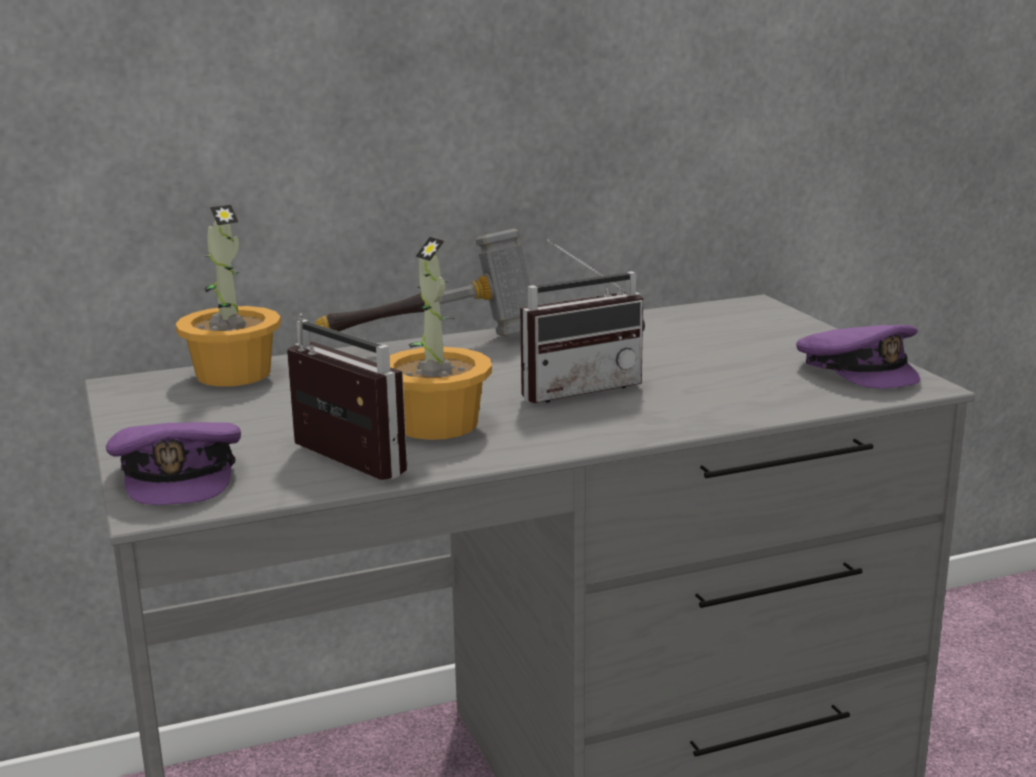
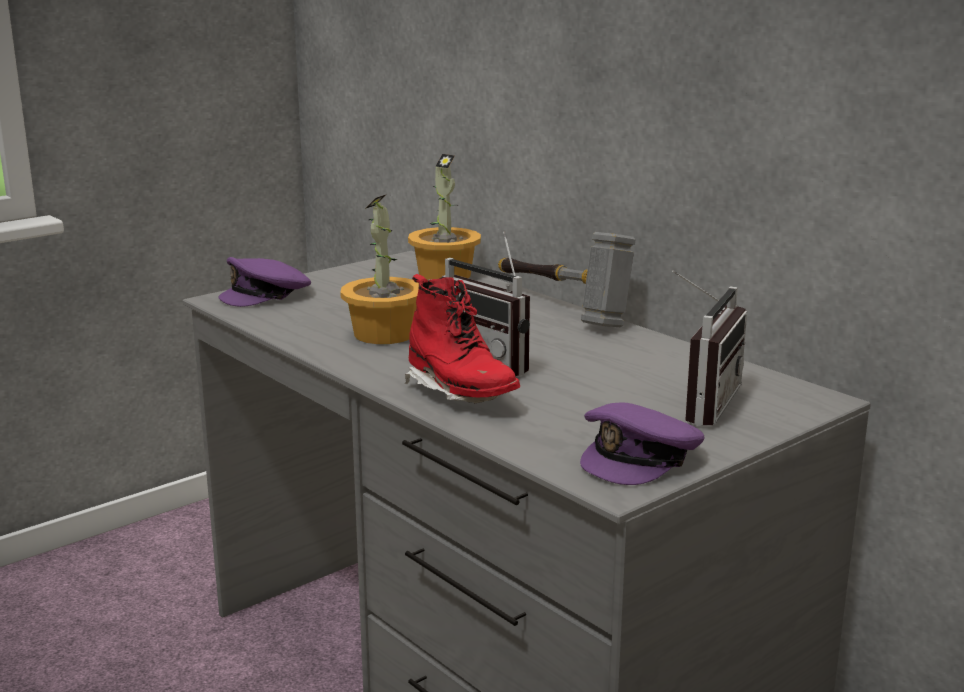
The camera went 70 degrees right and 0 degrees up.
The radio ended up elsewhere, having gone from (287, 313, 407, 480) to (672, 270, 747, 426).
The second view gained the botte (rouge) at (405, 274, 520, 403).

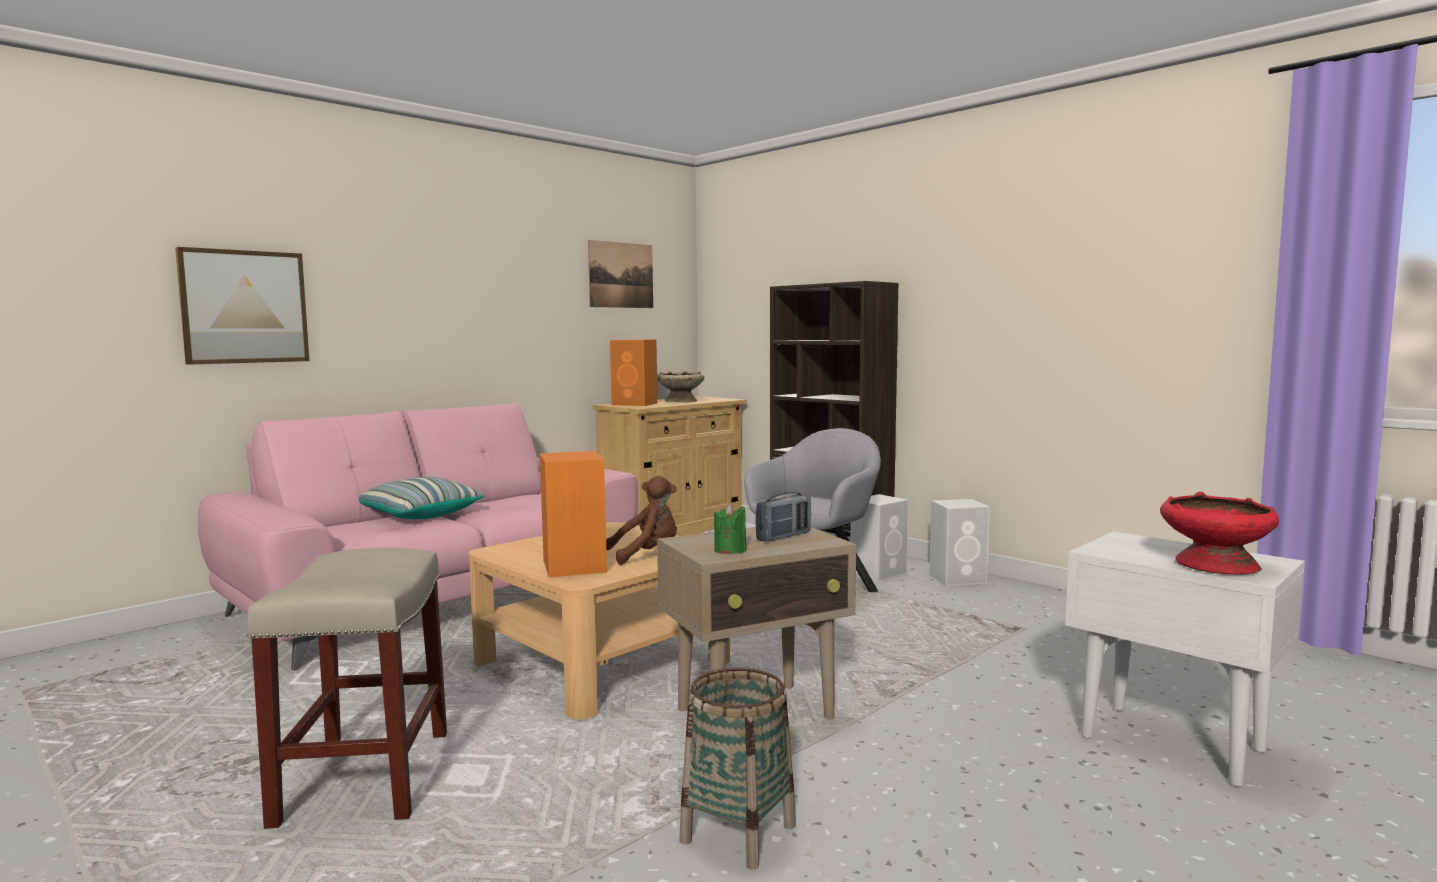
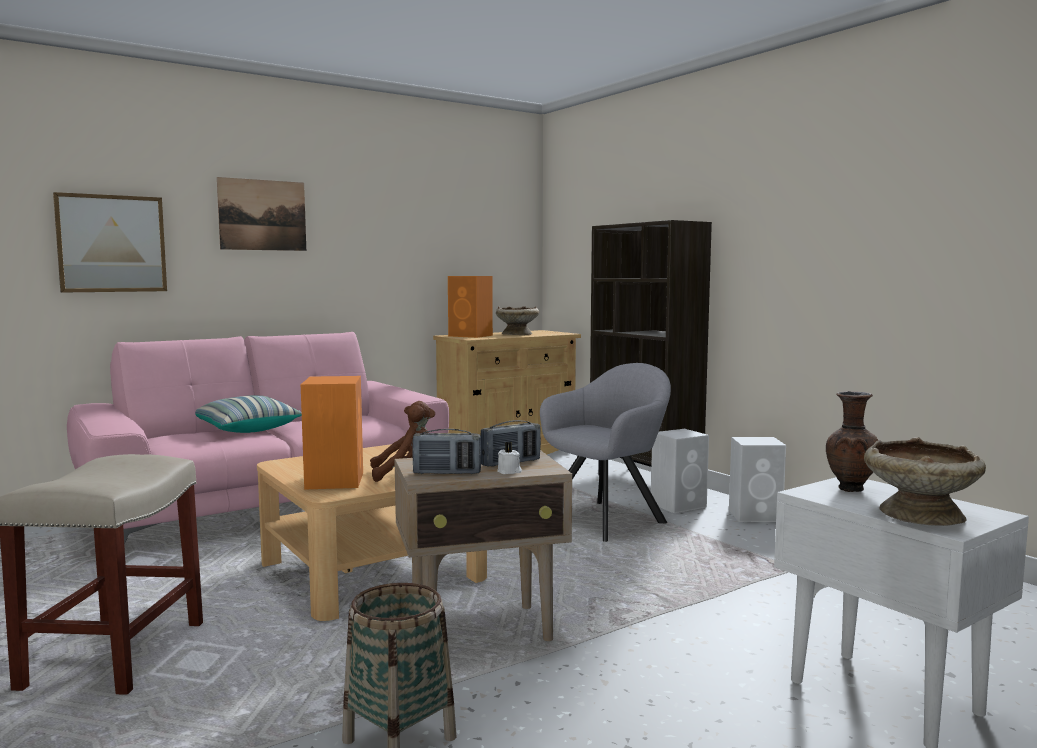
The camera went 10 degrees right and 0 degrees up.
The tableau ended up elsewhere, having gone from (588, 240, 653, 308) to (217, 177, 306, 251).
Where the bougie (vert) stood at (714, 503, 746, 554), the radio came to stand at (412, 429, 481, 474).
What was the bol (rouge) at (1160, 492, 1279, 575) turned into the bol (beige) at (864, 437, 986, 526).
The second view gained the bougie (blanc) at (497, 442, 522, 474).
The second view gained the vase (marron) at (826, 391, 878, 492).

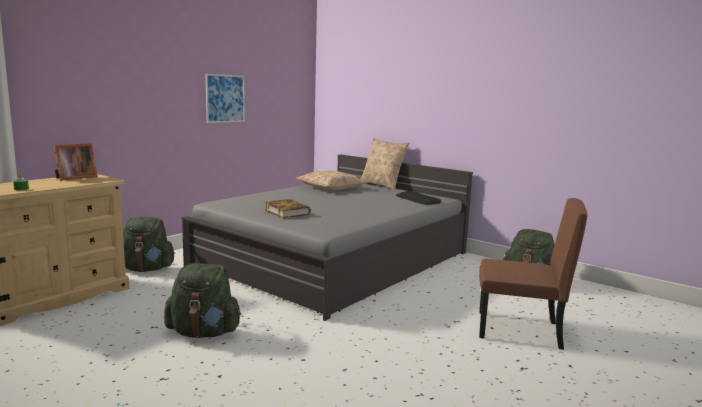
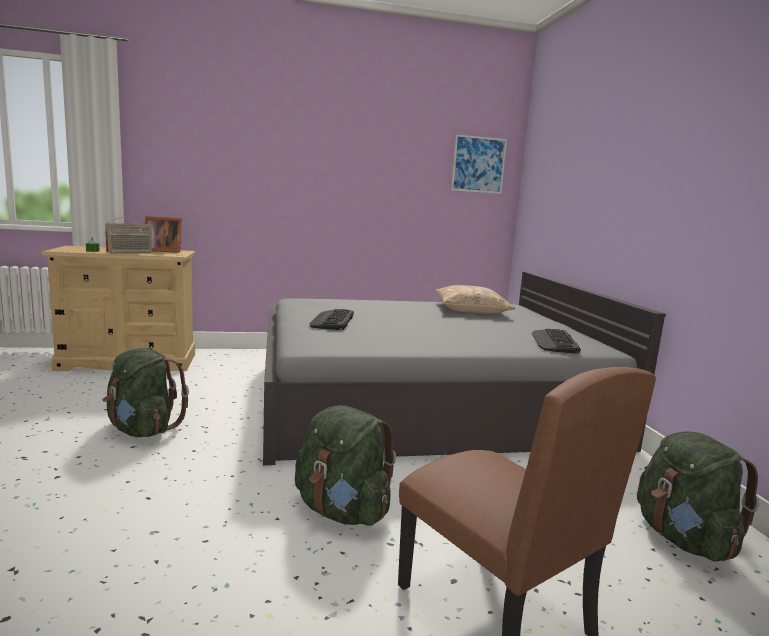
The camera went 40 degrees right and 0 degrees up.
The sac à dos (vert) ended up elsewhere, having gone from (123, 217, 175, 272) to (295, 405, 396, 526).
The tableau ended up elsewhere, having gone from (206, 74, 245, 123) to (451, 134, 507, 194).
Where the livre stood at (264, 199, 311, 218), the clavier came to stand at (309, 309, 354, 330).
The second view lost the coussin (beige) at (361, 138, 409, 190).
The second view gained the radio at (105, 217, 152, 253).

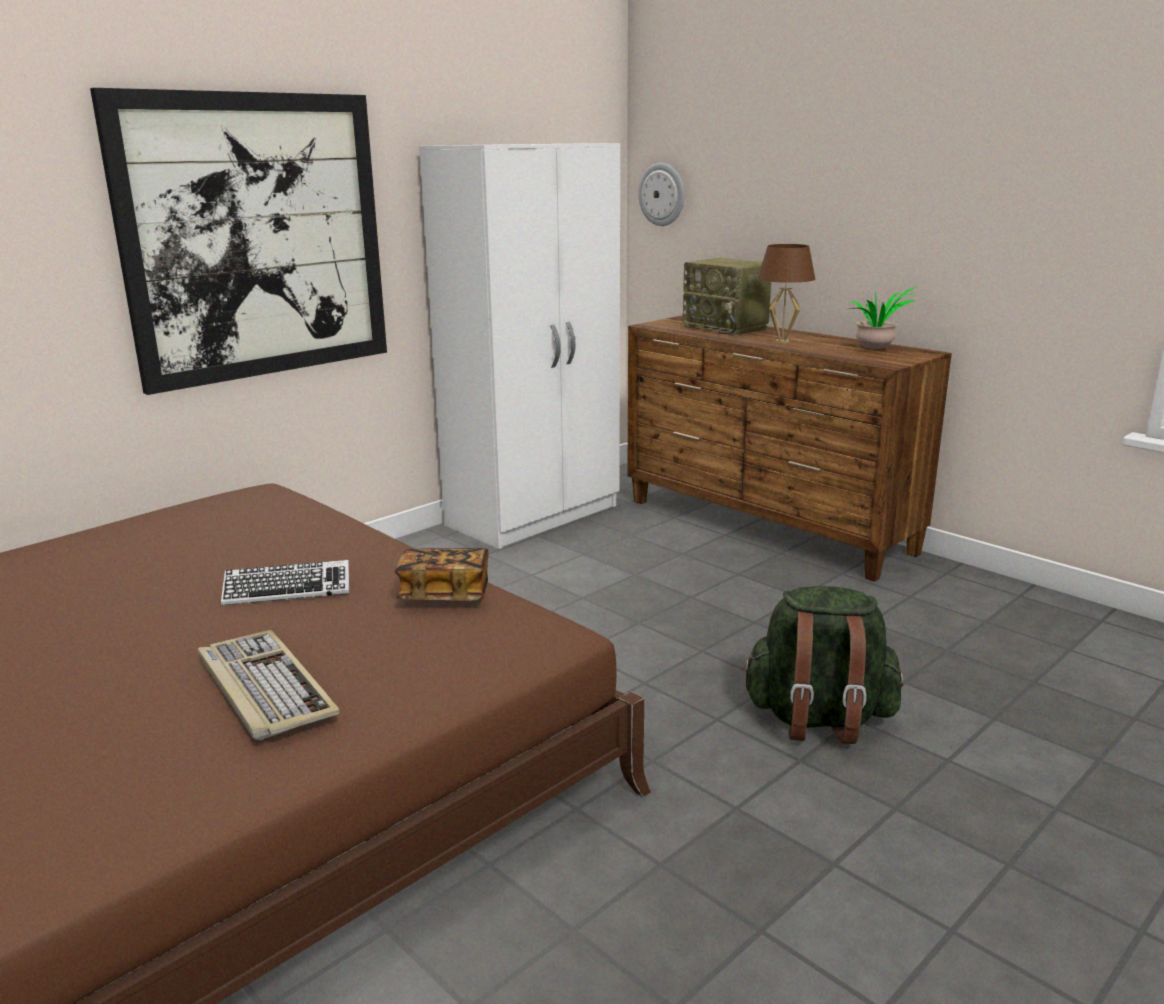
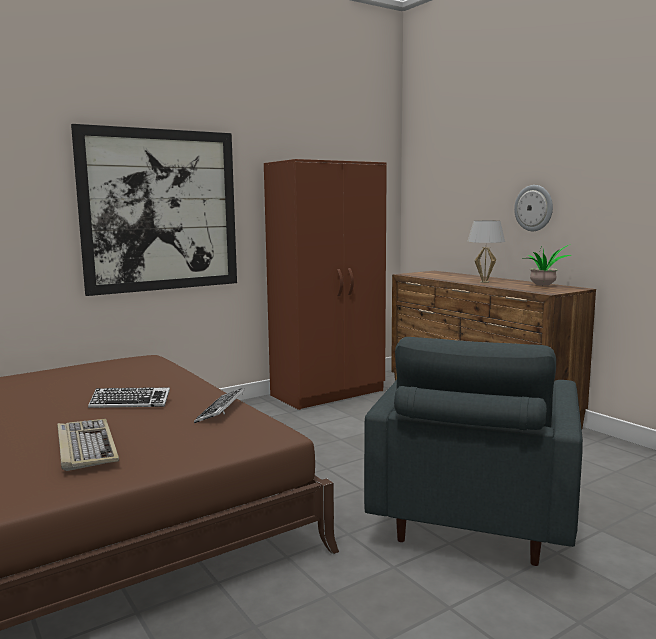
The camera went 10 degrees right and 10 degrees down.
Where the livre stood at (395, 548, 489, 601), the clavier came to stand at (194, 388, 245, 423).
What was the armoire (blanc) at (419, 143, 620, 549) turned into the armoire (marron) at (264, 159, 387, 410).
The horloge murale ended up elsewhere, having gone from (638, 163, 684, 226) to (514, 185, 553, 231).
The second view lost the radio at (683, 258, 771, 336).
Where the sac à dos (vert) stood at (742, 586, 903, 744), the fauteuil (gris) came to stand at (364, 337, 583, 566).
What was the lampe de table (marron) at (758, 244, 815, 343) turned into the lampe de table (blanc) at (467, 221, 505, 283).

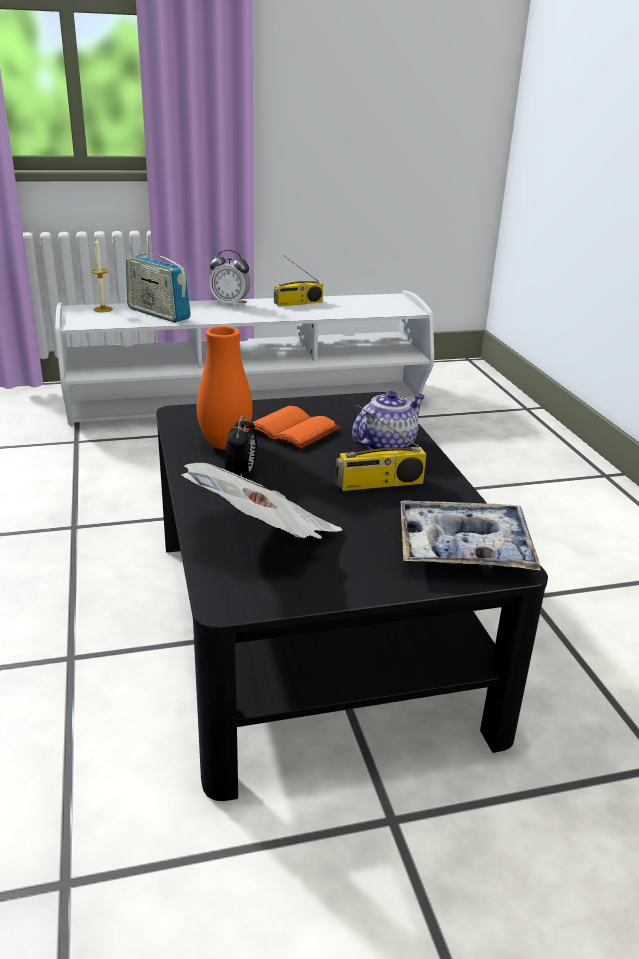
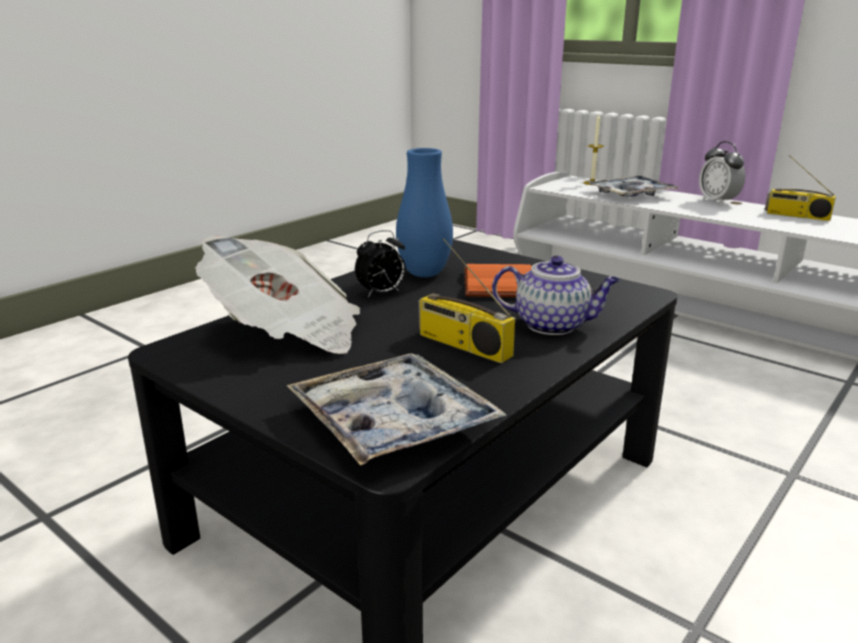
The camera went 55 degrees right and 5 degrees down.
Where the radio stood at (126, 246, 191, 323), the plateau came to stand at (588, 176, 680, 197).
What was the vase (orange) at (197, 326, 253, 450) turned into the vase (bleu) at (396, 148, 453, 277).

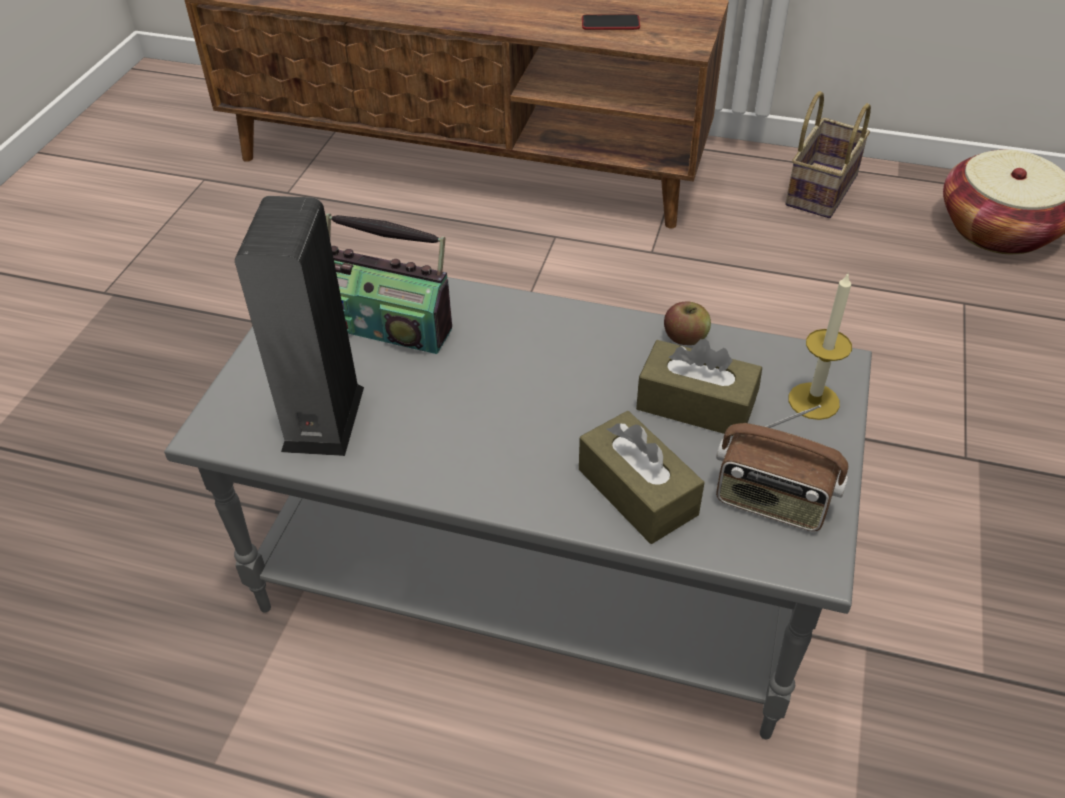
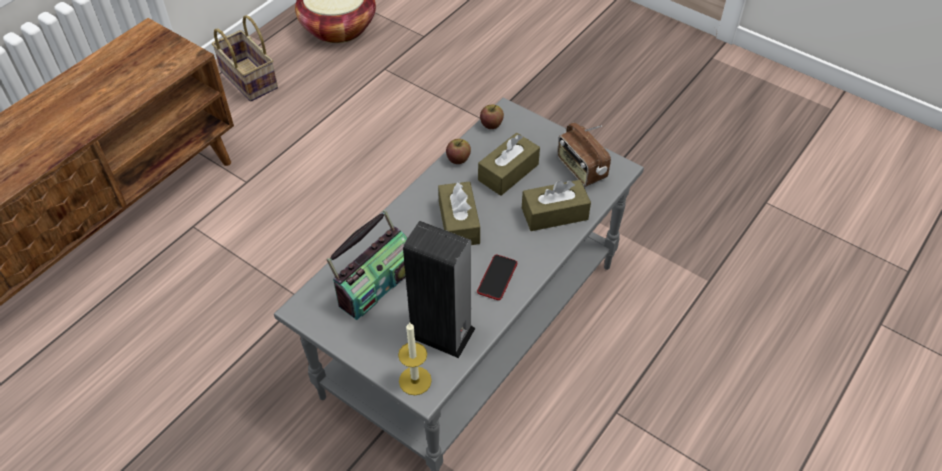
The camera went 70 degrees left and 5 degrees up.
The téléphone ended up elsewhere, having gone from (582, 14, 640, 30) to (477, 255, 517, 300).
The radio at (716, 405, 848, 531) ended up facing another way, 105 degrees clockwise from before.
The bougie ended up elsewhere, having gone from (788, 272, 852, 420) to (398, 322, 432, 395).
The second view gained the boîte à mouchoirs (marron) at (438, 181, 480, 245).
The second view gained the pomme at (480, 105, 504, 129).

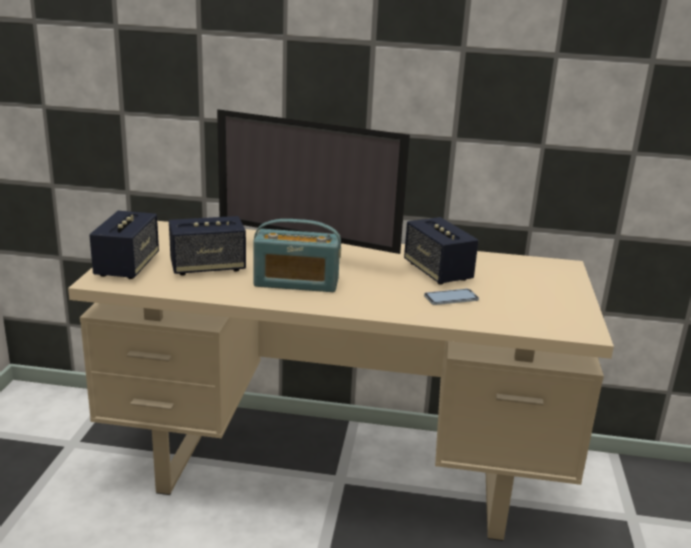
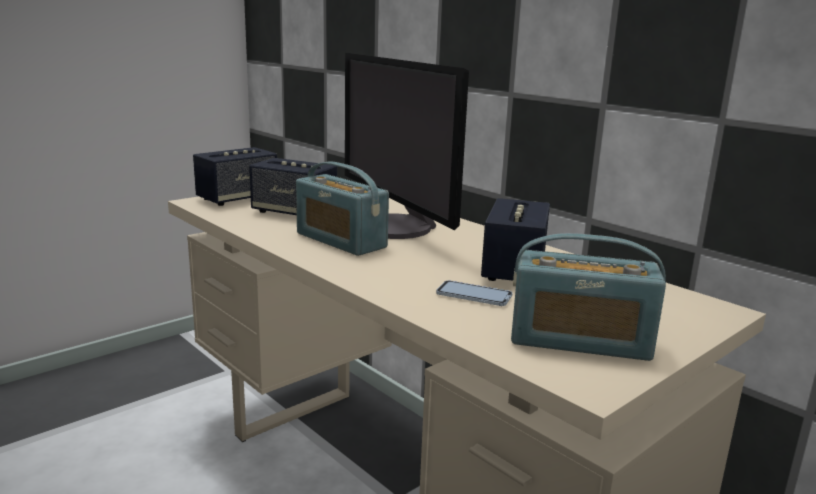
The camera went 40 degrees right and 5 degrees down.
The second view gained the radio at (511, 233, 666, 361).

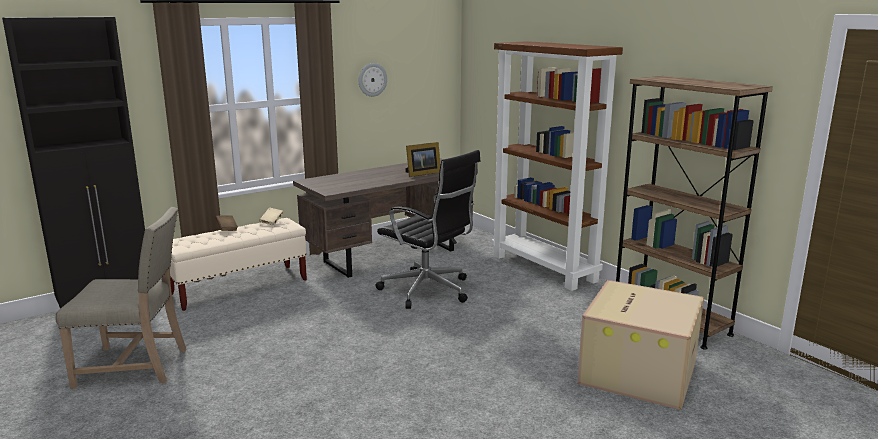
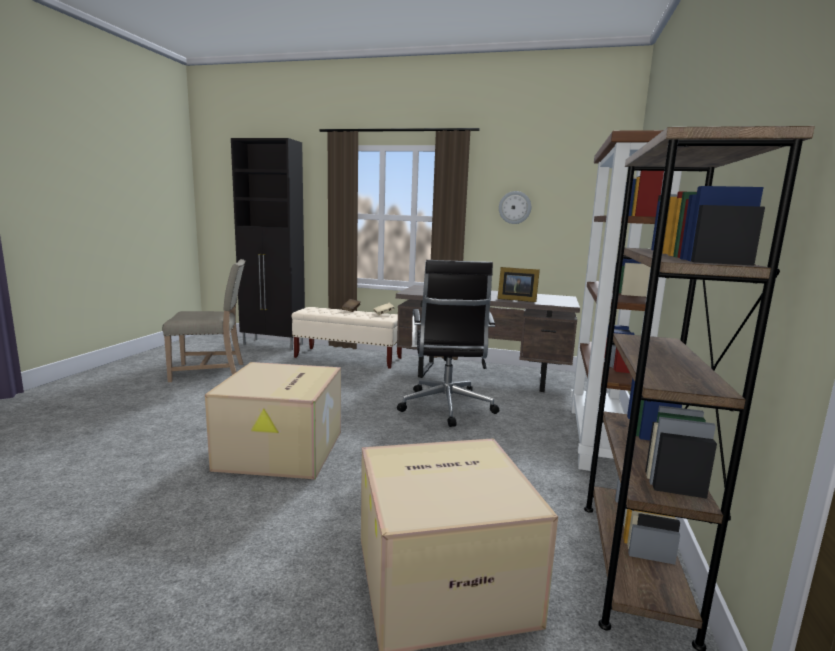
The camera went 50 degrees right and 5 degrees down.
The chaise (beige) at (55, 207, 187, 389) ended up facing another way, 60 degrees counterclockwise from before.
The second view gained the carton at (205, 362, 341, 479).

